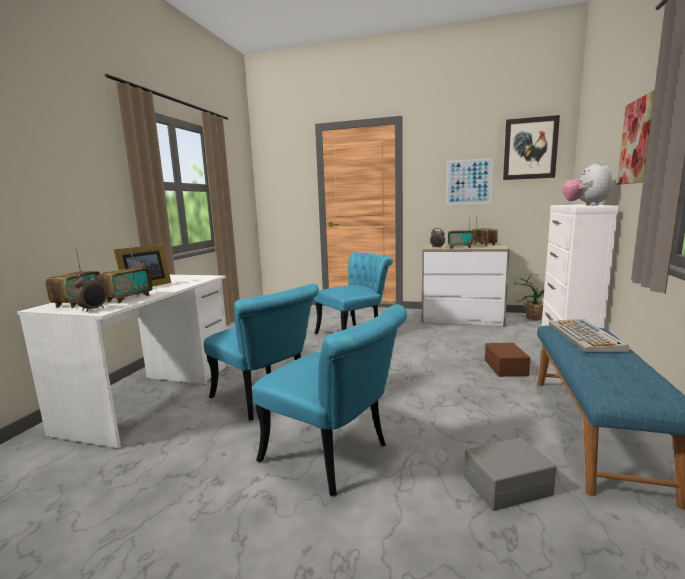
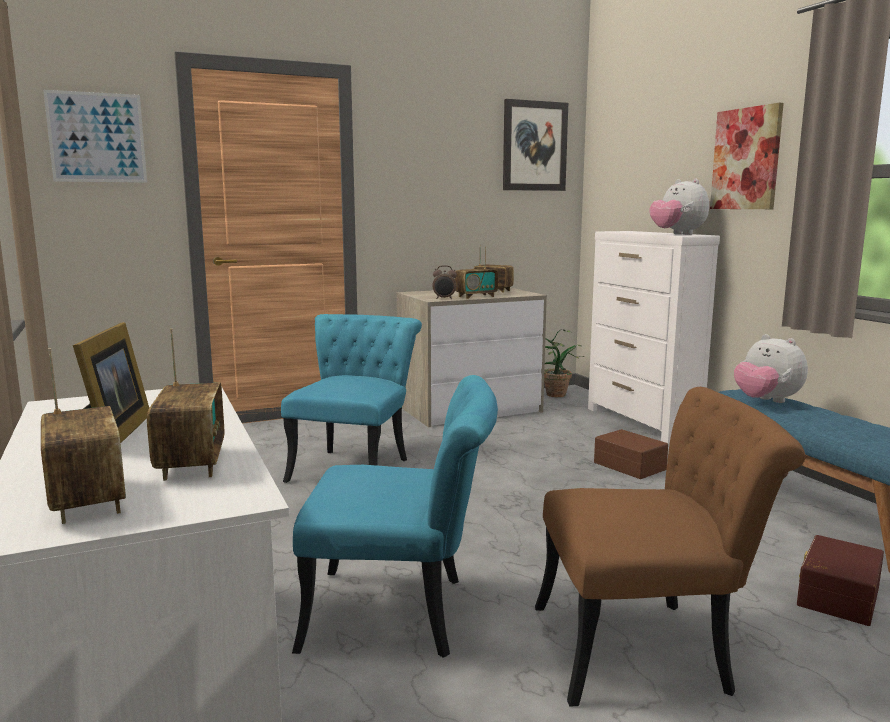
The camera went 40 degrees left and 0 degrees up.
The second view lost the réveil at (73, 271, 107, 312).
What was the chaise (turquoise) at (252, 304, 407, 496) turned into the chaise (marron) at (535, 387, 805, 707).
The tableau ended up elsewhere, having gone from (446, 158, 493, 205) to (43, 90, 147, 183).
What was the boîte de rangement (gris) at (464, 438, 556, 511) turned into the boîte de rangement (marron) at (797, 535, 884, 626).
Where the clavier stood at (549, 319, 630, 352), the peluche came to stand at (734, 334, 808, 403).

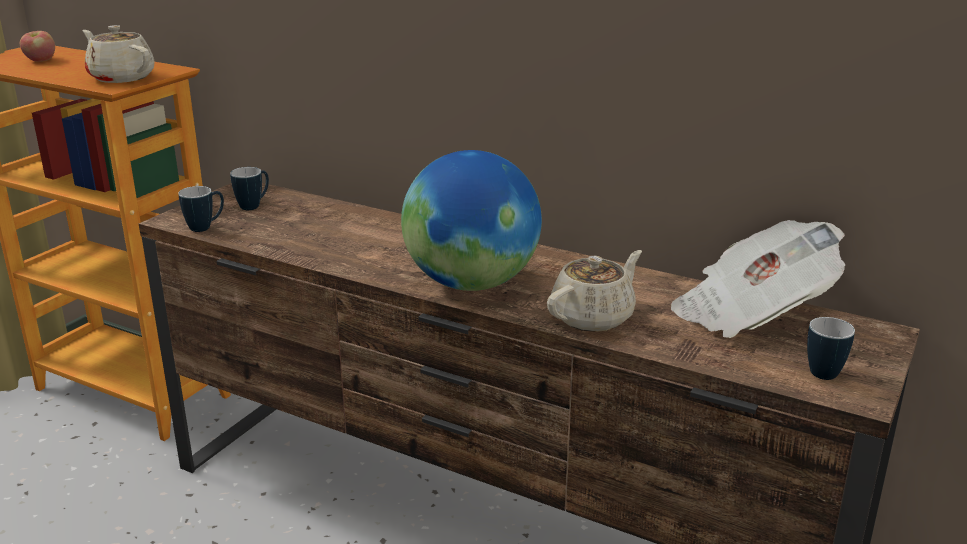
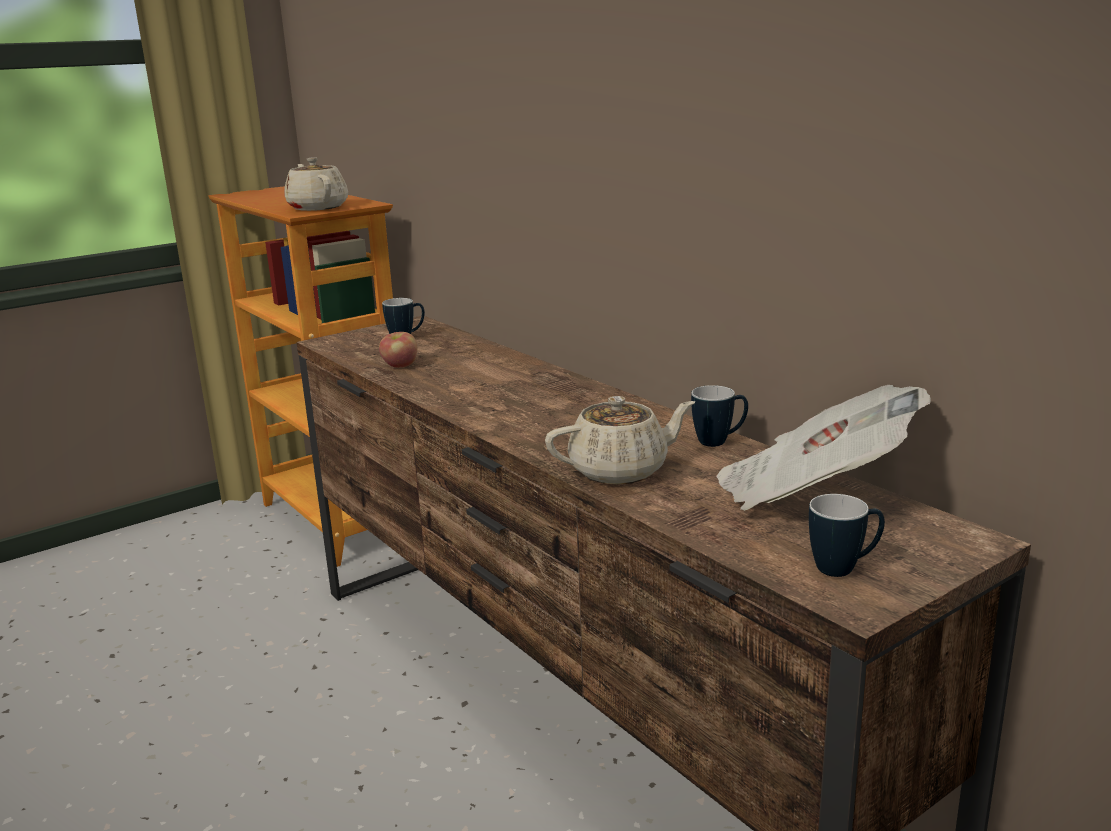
The camera went 25 degrees right and 5 degrees down.
The pomme ended up elsewhere, having gone from (20, 31, 55, 62) to (379, 332, 417, 368).
The mug ended up elsewhere, having gone from (178, 186, 224, 232) to (691, 385, 748, 447).
The second view lost the globe at (401, 150, 542, 291).

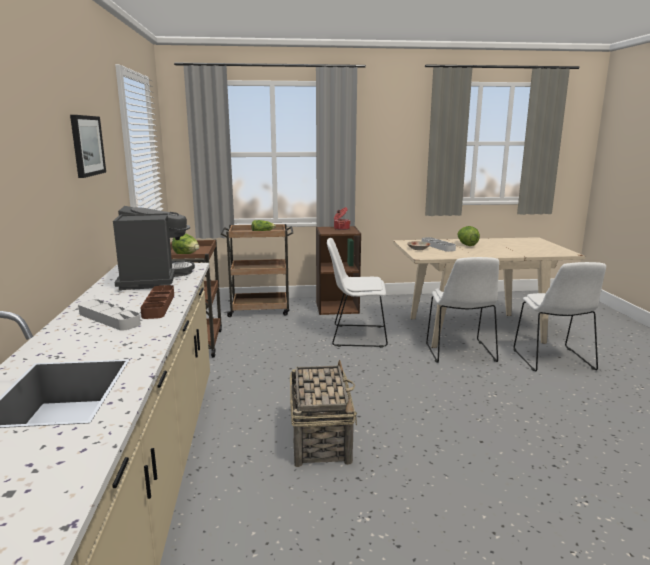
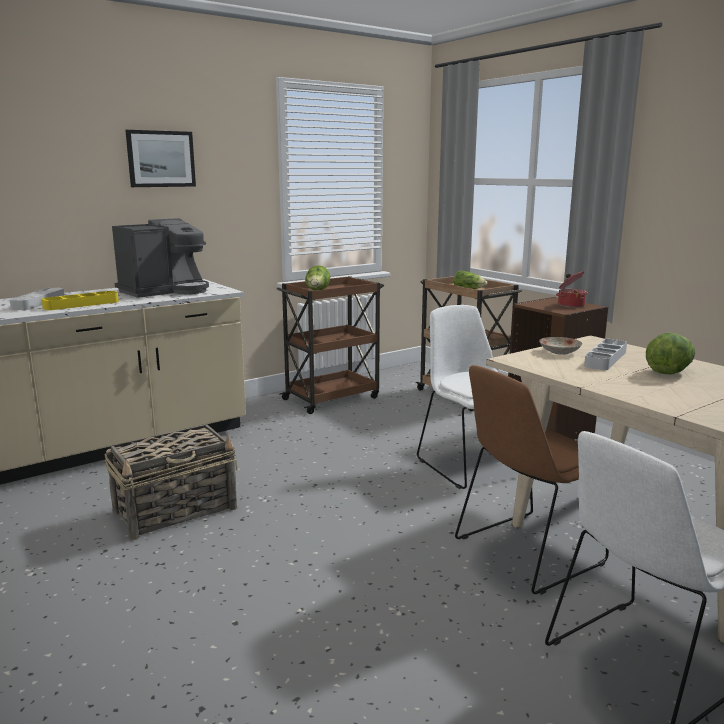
The camera went 60 degrees right and 0 degrees up.
What was the plateau (marron) at (140, 285, 174, 319) turned into the plateau (jaune) at (42, 291, 119, 310).
What was the chaise (blanc) at (426, 257, 499, 363) turned into the chaise (marron) at (455, 365, 609, 595).

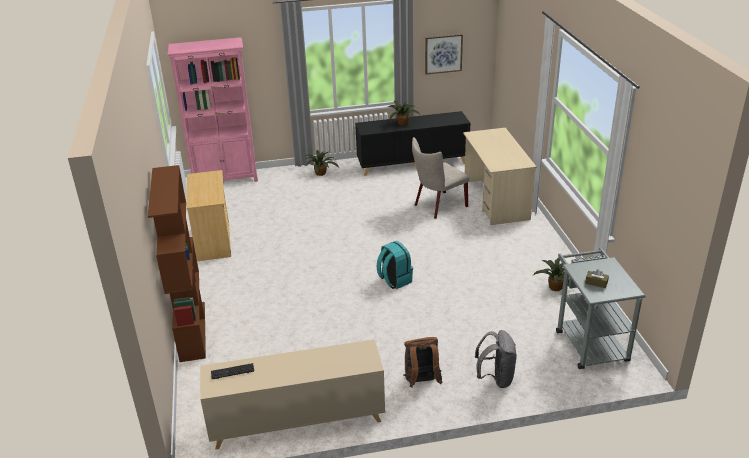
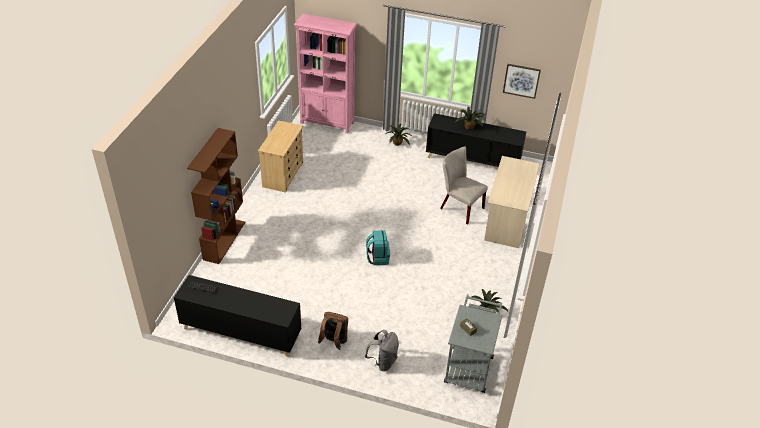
The camera went 25 degrees right and 10 degrees up.
What was the meuble de rangement (beige) at (200, 339, 385, 450) turned into the meuble de rangement (noir) at (174, 275, 301, 357).
The chaise (beige) at (412, 137, 469, 219) ended up facing another way, 45 degrees clockwise from before.

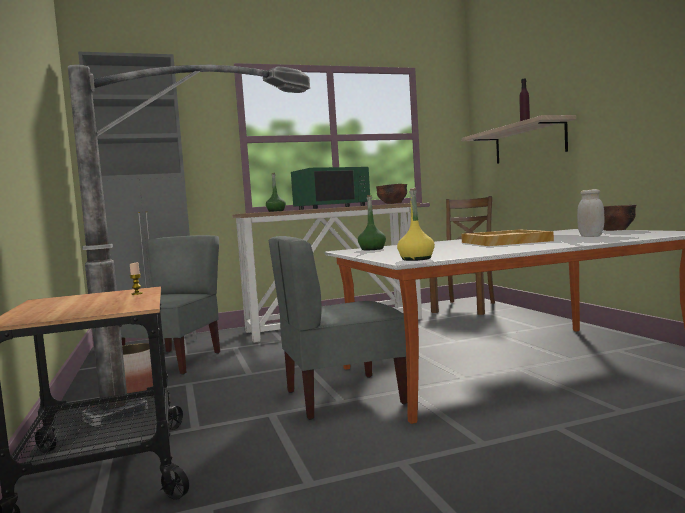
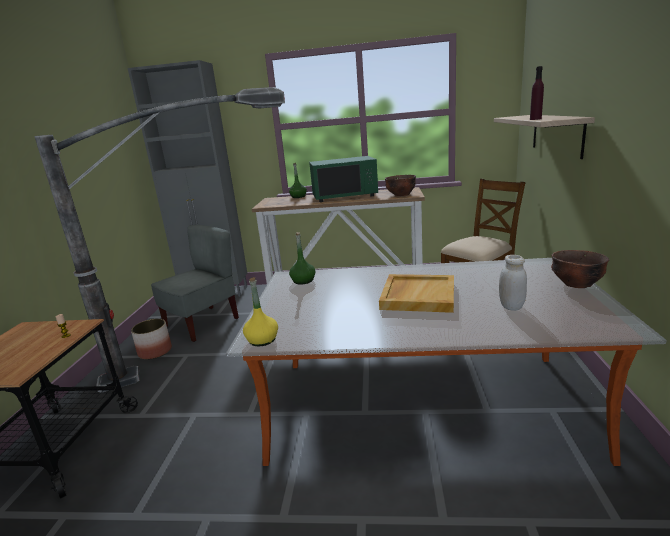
The camera went 25 degrees right and 15 degrees up.
The second view lost the chaise (gris) at (269, 236, 407, 420).

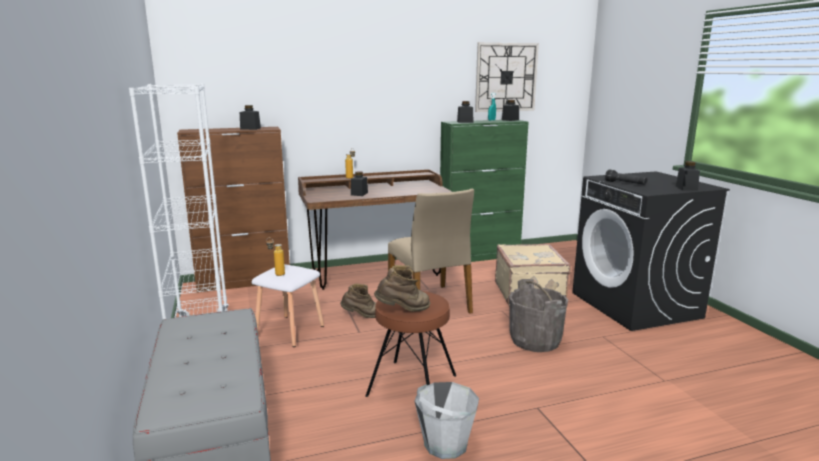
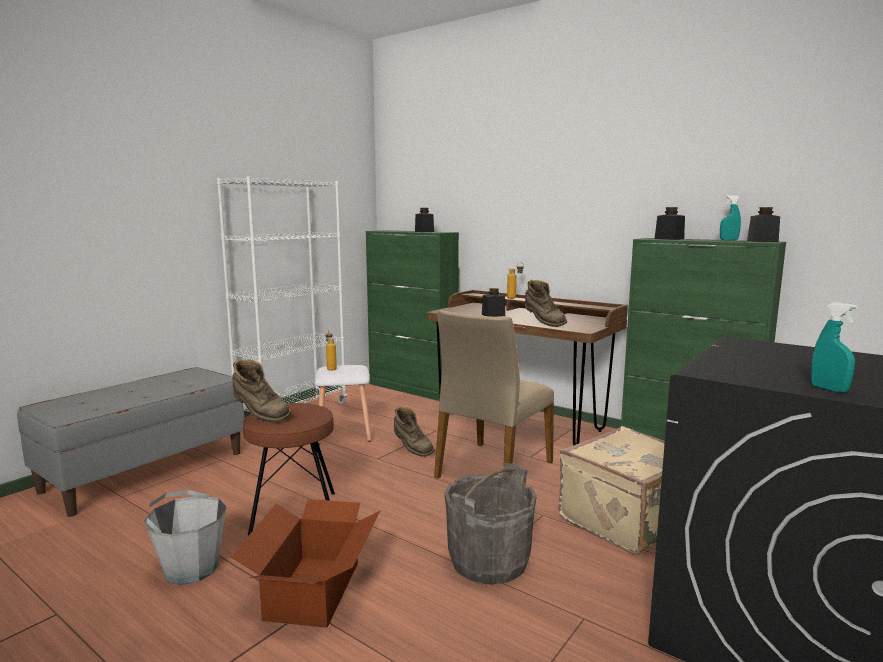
The camera went 55 degrees right and 5 degrees down.
What was the meuble de rangement (marron) at (177, 127, 290, 293) turned into the meuble de rangement (vert) at (366, 230, 459, 401).
The second view lost the horloge murale at (475, 43, 539, 112).
The second view lost the lampe de poche (noir) at (605, 169, 647, 185).
Where the bocal (noir) stood at (676, 161, 700, 191), the vaporisateur (turquoise) came to stand at (811, 302, 858, 393).
The second view gained the carton at (231, 499, 380, 628).
The second view gained the botte (marron) at (525, 280, 567, 327).

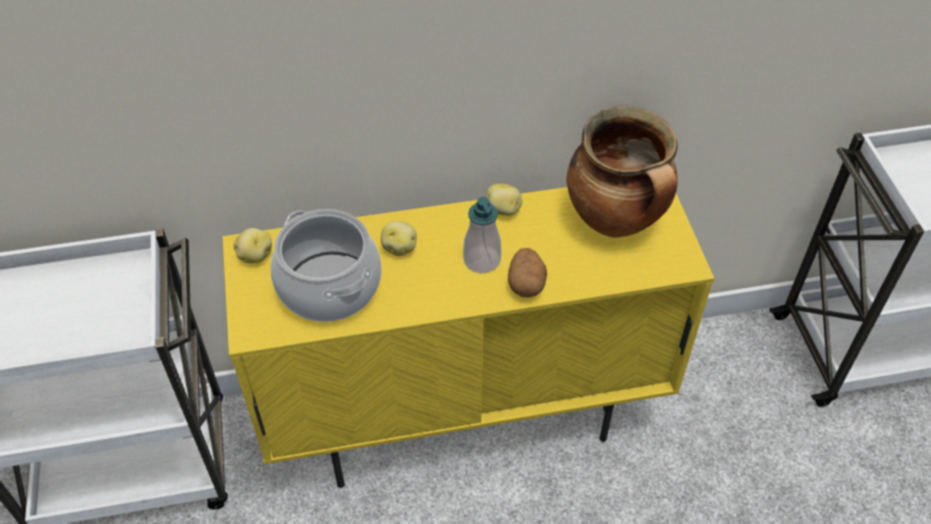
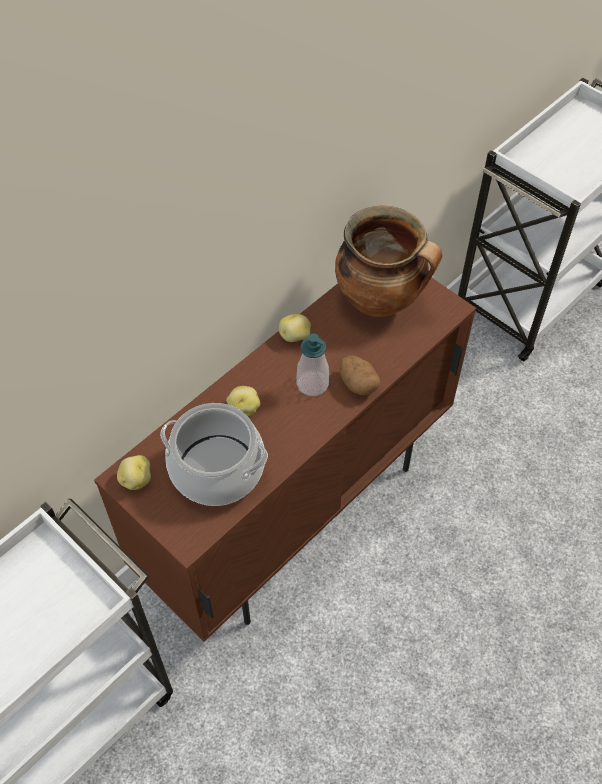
The camera went 35 degrees left and 5 degrees up.
What was the meuble de rangement (jaune) at (223, 187, 714, 488) turned into the meuble de rangement (marron) at (94, 277, 476, 642).

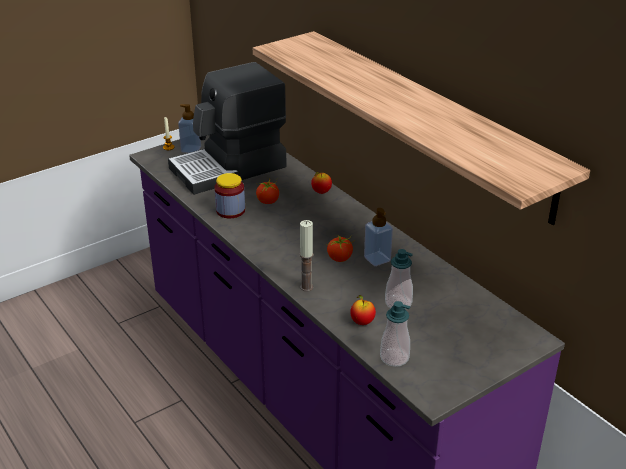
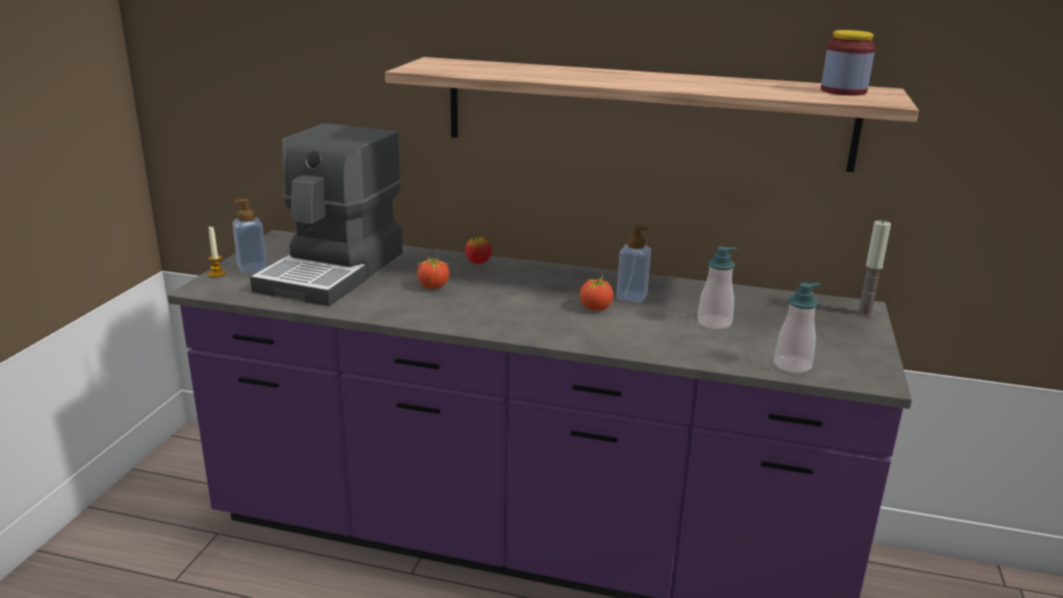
The camera went 40 degrees left and 10 degrees down.
The bocal ended up elsewhere, having gone from (215, 173, 245, 218) to (821, 30, 875, 96).
The bougie ended up elsewhere, having gone from (299, 220, 314, 291) to (856, 220, 891, 317).
The second view lost the pomme at (350, 295, 376, 325).

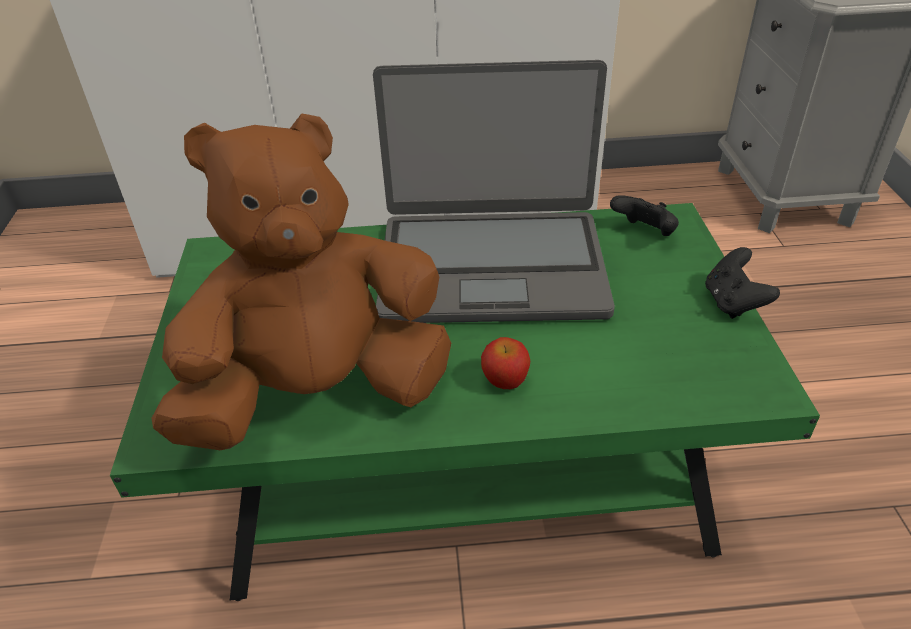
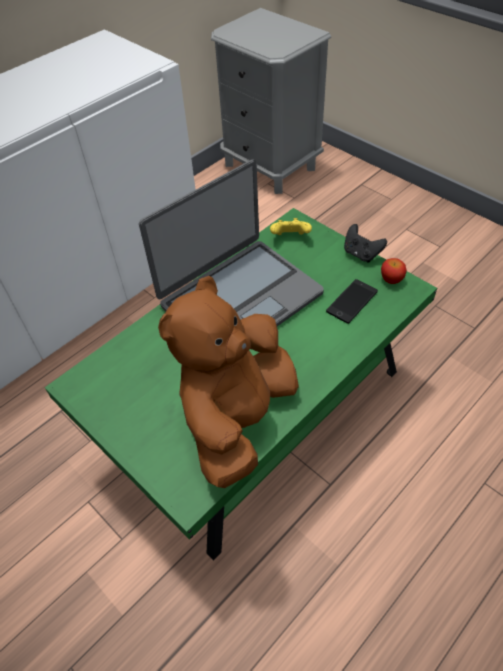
The camera went 40 degrees left and 10 degrees up.
The pomme ended up elsewhere, having gone from (481, 337, 530, 389) to (381, 258, 407, 284).
What was the manette (noir) at (610, 195, 679, 236) turned into the manette (jaune) at (270, 218, 312, 235).
The second view gained the téléphone at (326, 279, 378, 324).

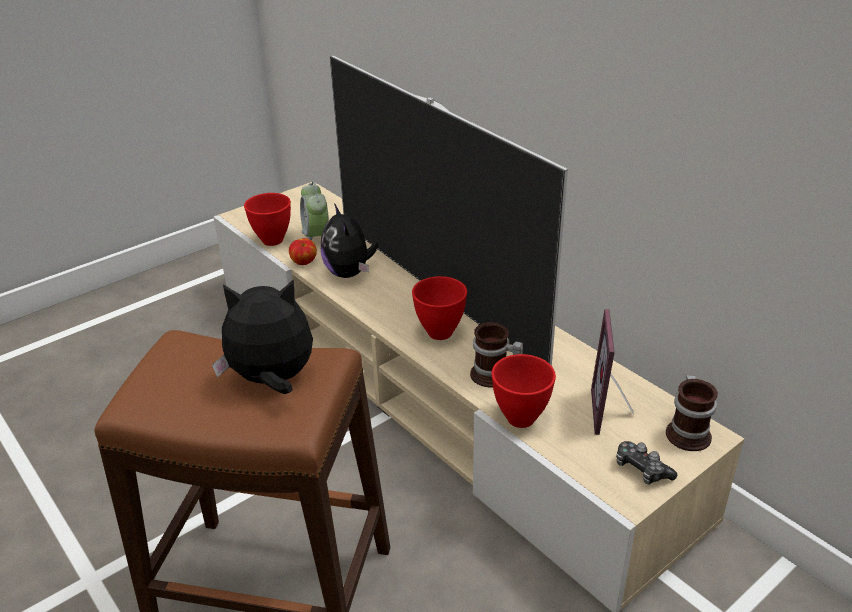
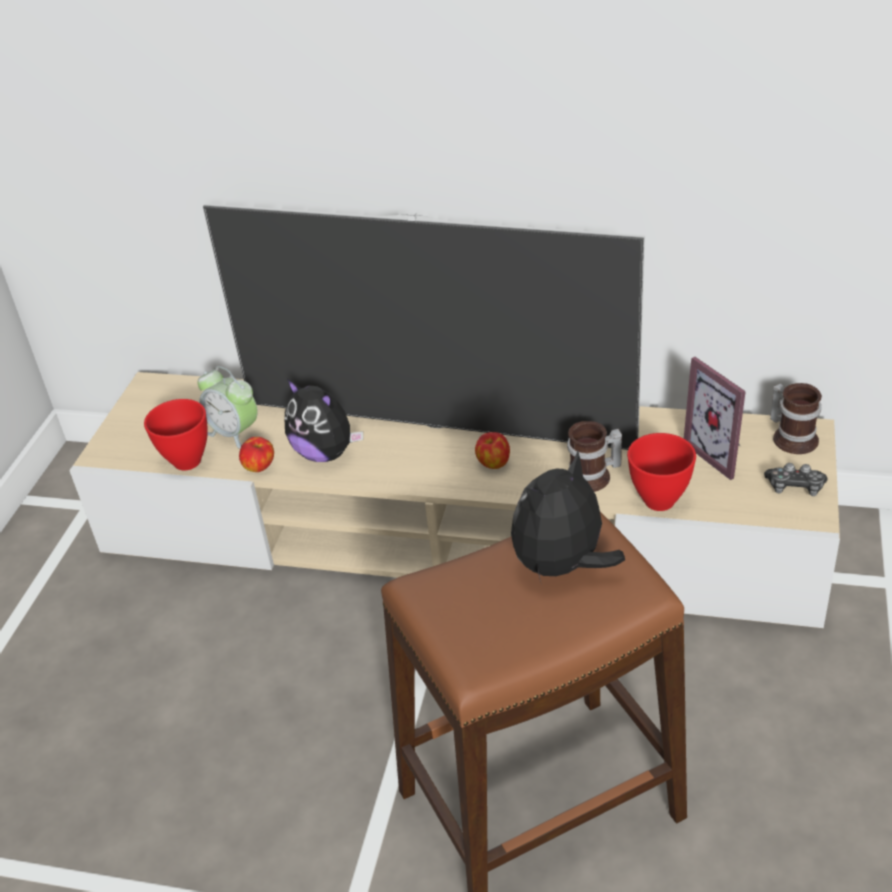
The camera went 35 degrees left and 5 degrees up.
Where the bol (rouge) stood at (412, 276, 467, 340), the pomme came to stand at (475, 432, 510, 469).

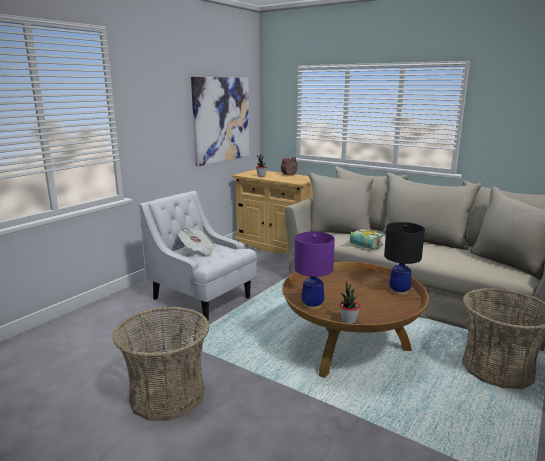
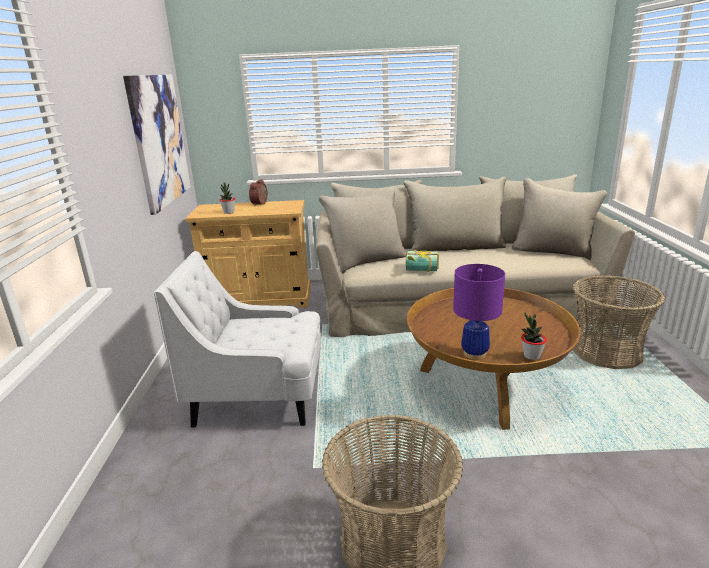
The camera went 35 degrees left and 5 degrees up.
The second view lost the journal at (178, 227, 216, 255).
The second view lost the lampe de table (noir) at (384, 222, 425, 296).

